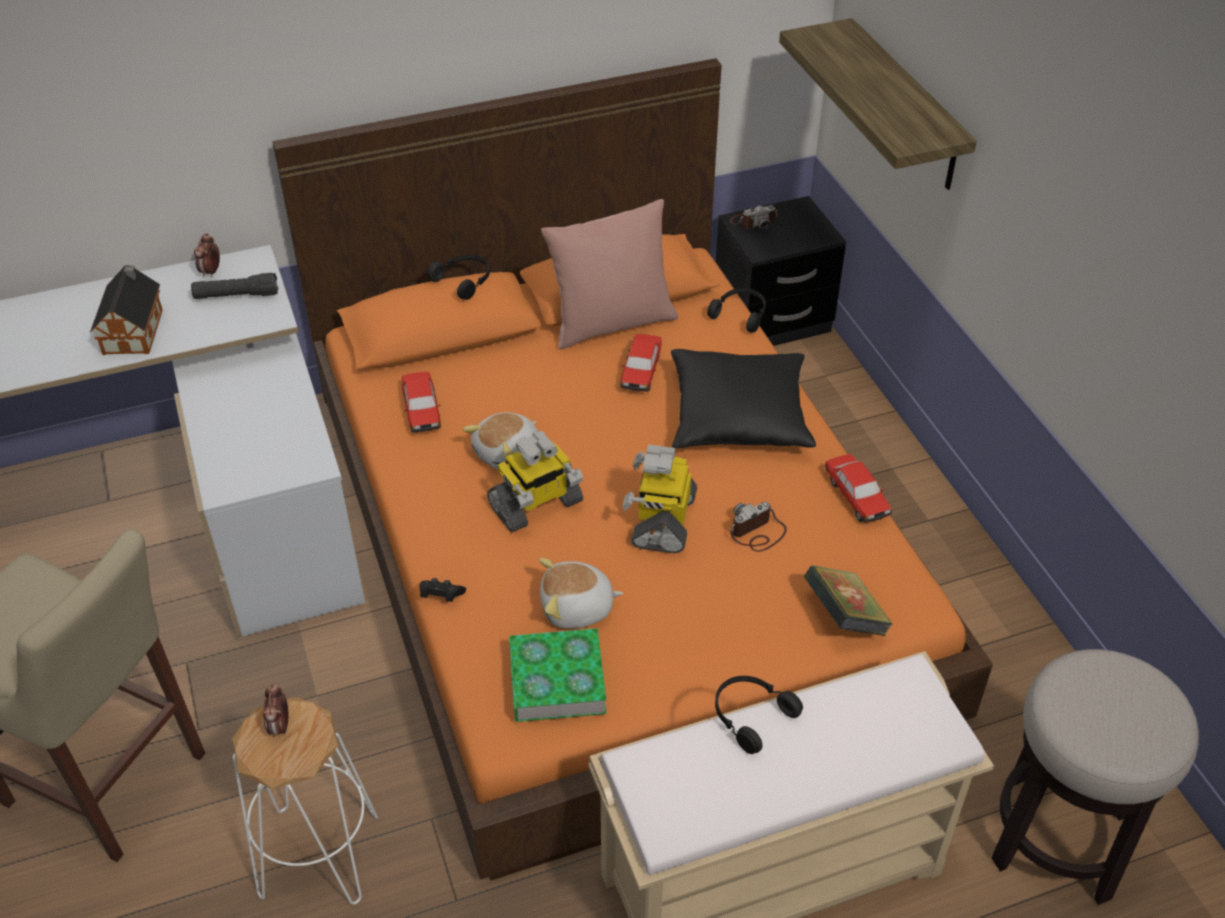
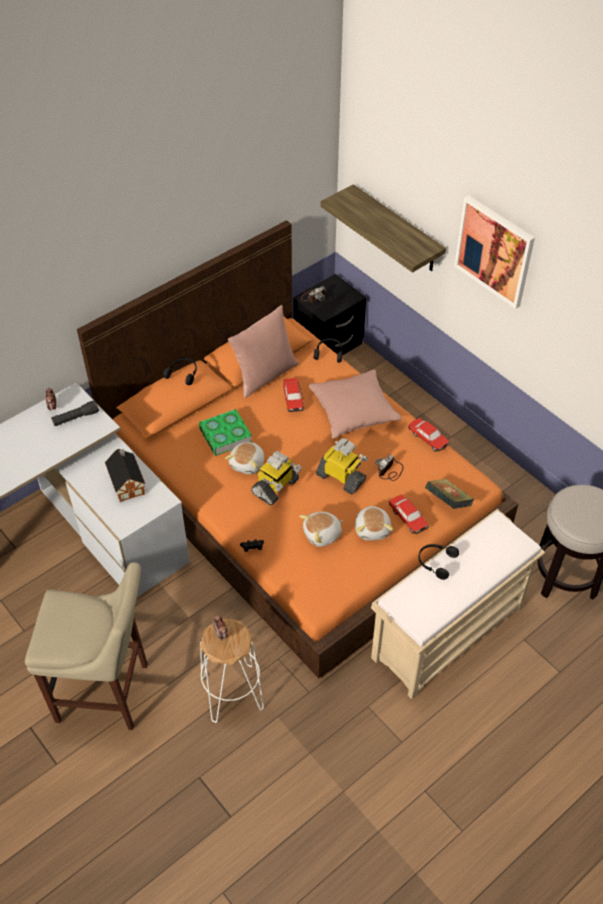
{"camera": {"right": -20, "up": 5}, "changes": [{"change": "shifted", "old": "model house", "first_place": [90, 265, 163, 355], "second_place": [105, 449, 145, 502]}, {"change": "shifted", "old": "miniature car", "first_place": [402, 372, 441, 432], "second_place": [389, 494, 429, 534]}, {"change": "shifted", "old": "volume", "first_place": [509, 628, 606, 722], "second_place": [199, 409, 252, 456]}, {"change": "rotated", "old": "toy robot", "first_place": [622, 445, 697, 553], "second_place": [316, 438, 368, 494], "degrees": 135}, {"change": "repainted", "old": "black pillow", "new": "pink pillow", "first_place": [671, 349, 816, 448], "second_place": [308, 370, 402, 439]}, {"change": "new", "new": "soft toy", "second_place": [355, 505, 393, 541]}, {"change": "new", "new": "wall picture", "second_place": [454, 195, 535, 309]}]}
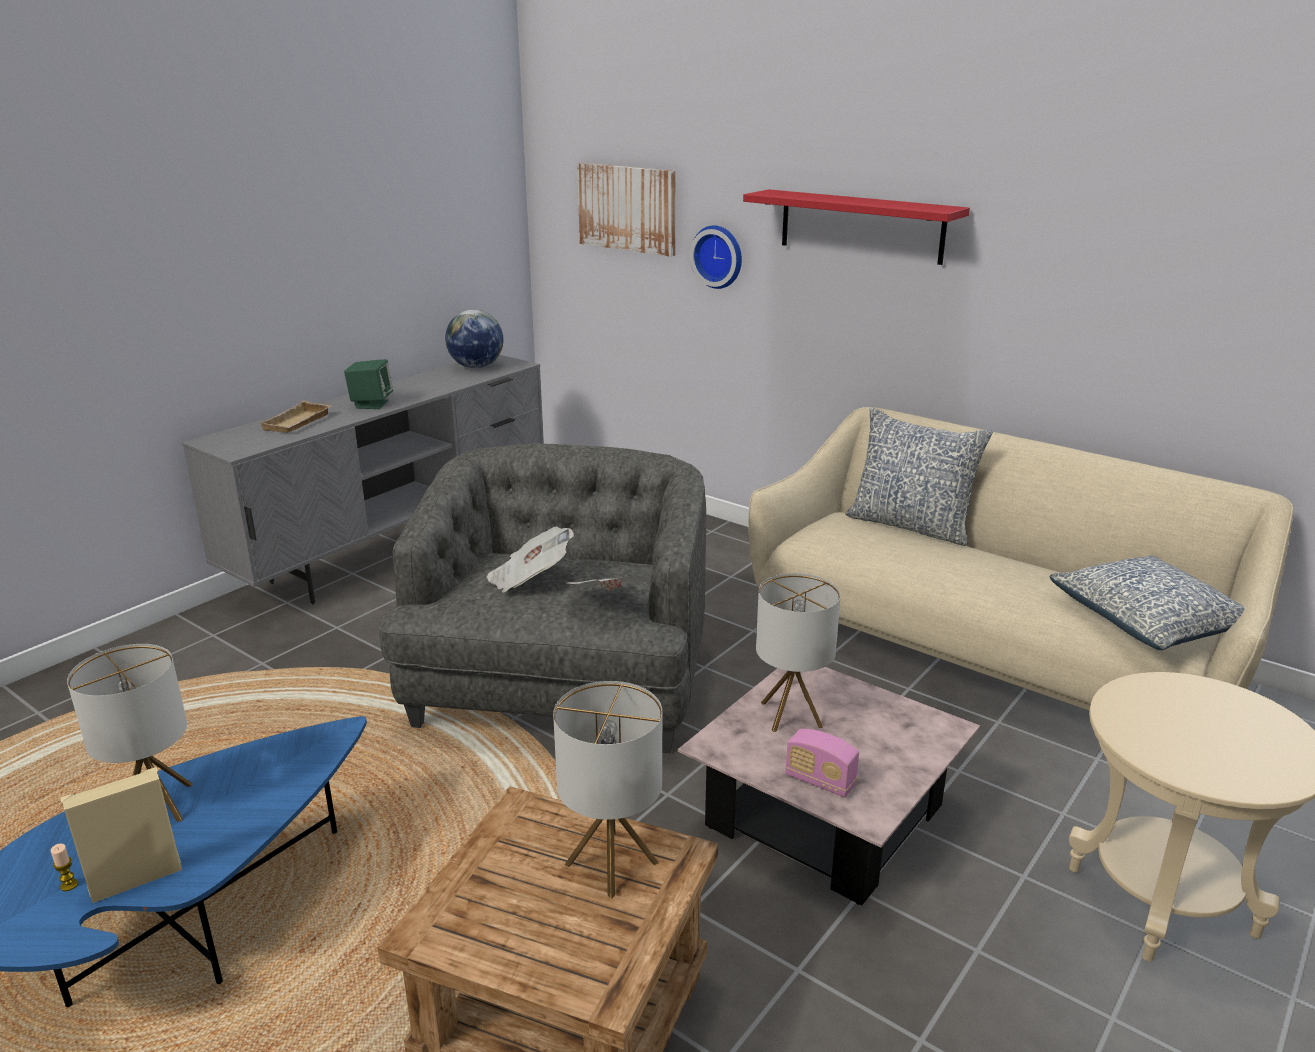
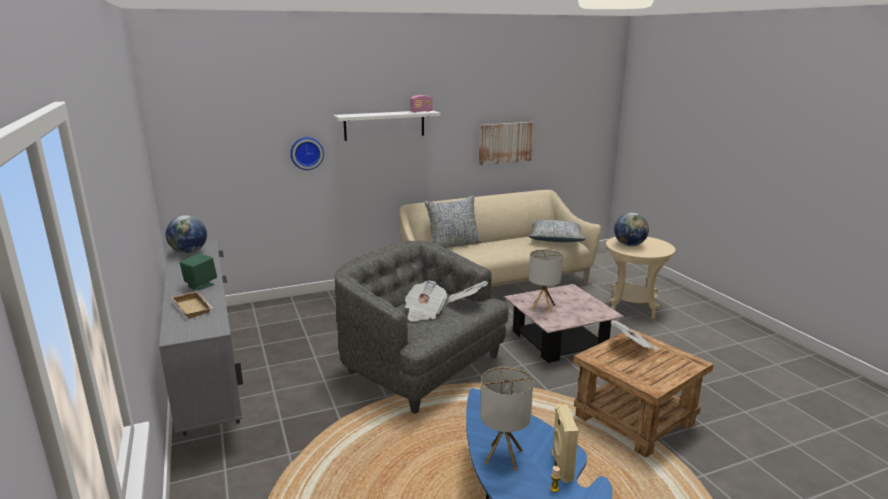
{"camera": {"right": -60, "up": -5}, "changes": [{"change": "swapped", "old": "table lamp", "new": "newspaper", "first_place": [553, 681, 662, 898], "second_place": [611, 320, 659, 350]}, {"change": "shifted", "old": "wall picture", "first_place": [577, 163, 676, 257], "second_place": [479, 122, 534, 165]}, {"change": "repainted", "old": "red-coloured shelf", "new": "whitish shelf", "first_place": [743, 190, 970, 265], "second_place": [333, 110, 440, 141]}, {"change": "shifted", "old": "radio receiver", "first_place": [785, 729, 859, 798], "second_place": [410, 95, 432, 112]}, {"change": "new", "new": "desk globe", "second_place": [614, 213, 649, 246]}]}
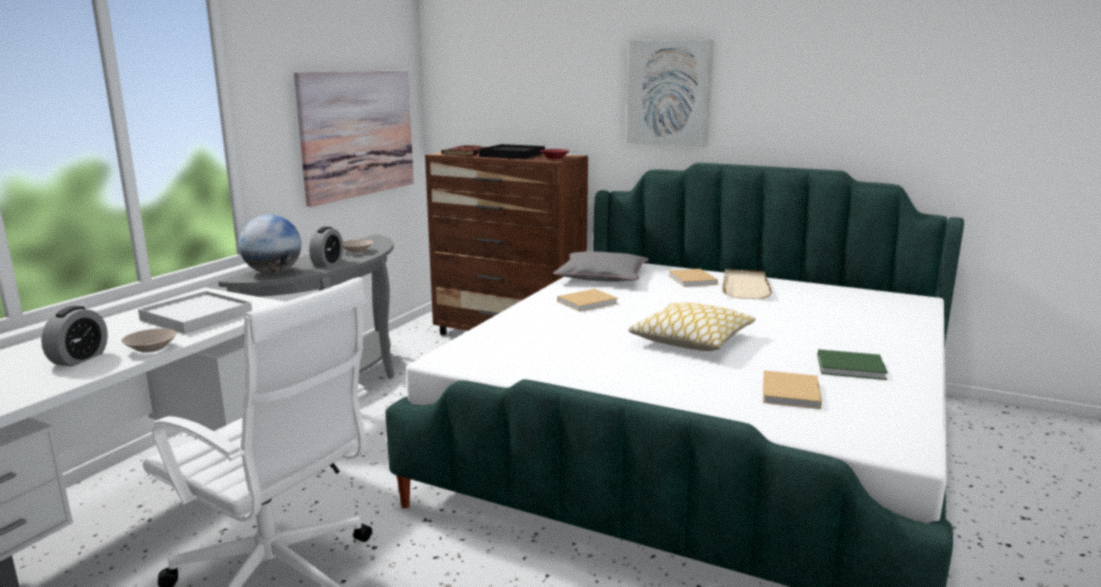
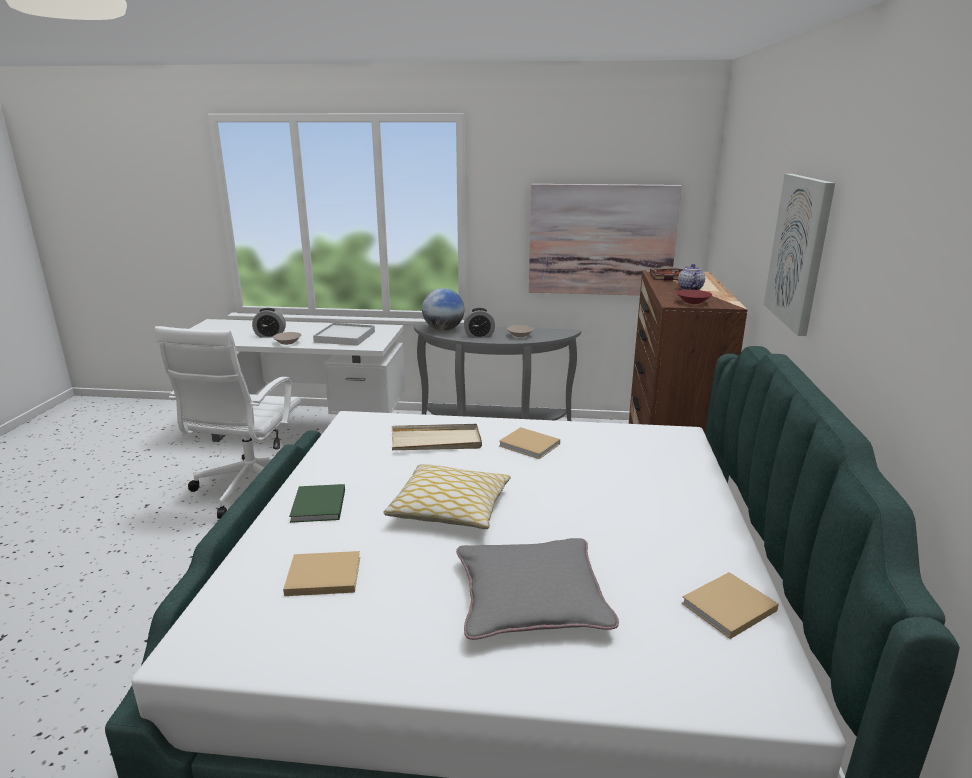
{"camera": {"right": 70, "up": 5}, "changes": [{"change": "swapped", "old": "black serving tray", "new": "tea pot", "first_place": [479, 144, 545, 159], "second_place": [678, 264, 705, 290]}, {"change": "shifted", "old": "gray pillow", "first_place": [553, 251, 649, 282], "second_place": [456, 538, 619, 640]}, {"change": "shifted", "old": "sand-coloured volume", "first_place": [668, 269, 718, 287], "second_place": [682, 572, 779, 639]}, {"change": "shifted", "old": "sand-coloured serving tray", "first_place": [722, 269, 772, 299], "second_place": [392, 424, 482, 450]}, {"change": "shifted", "old": "green volume", "first_place": [817, 349, 888, 380], "second_place": [289, 484, 345, 523]}]}
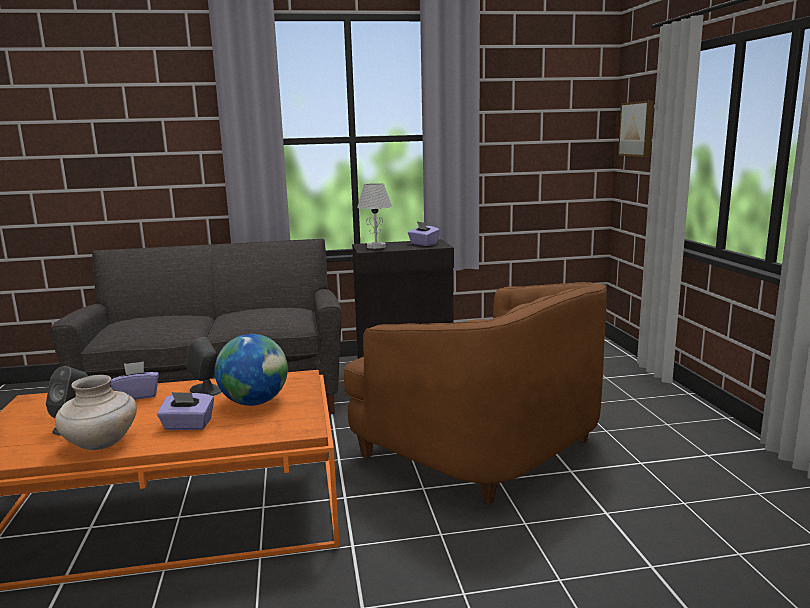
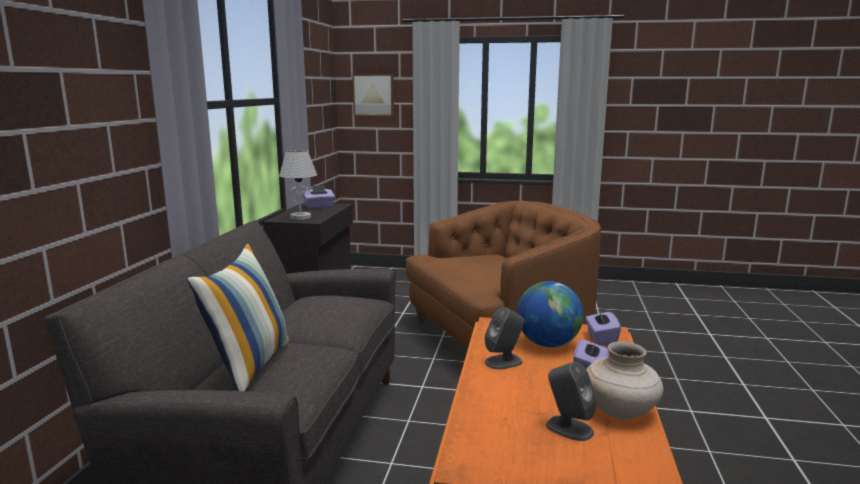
{"camera": {"right": -70, "up": 0}, "changes": [{"change": "shifted", "old": "purplish tissue box", "first_place": [110, 361, 159, 400], "second_place": [586, 310, 621, 345]}, {"change": "new", "new": "pillow", "second_place": [187, 243, 290, 391]}]}
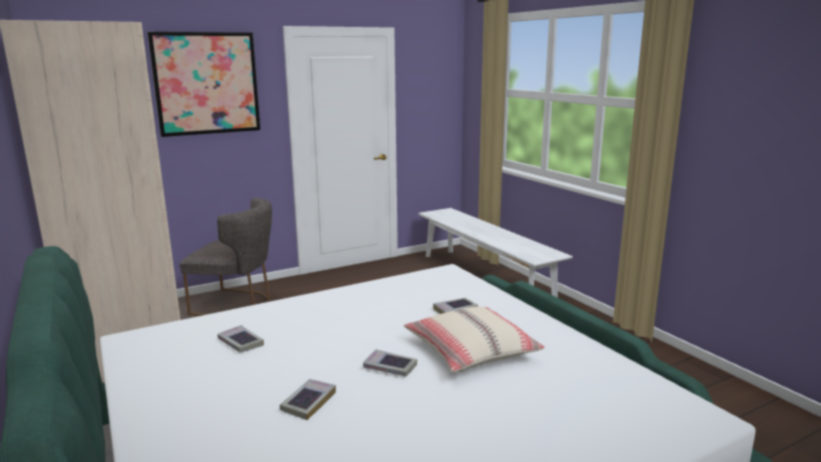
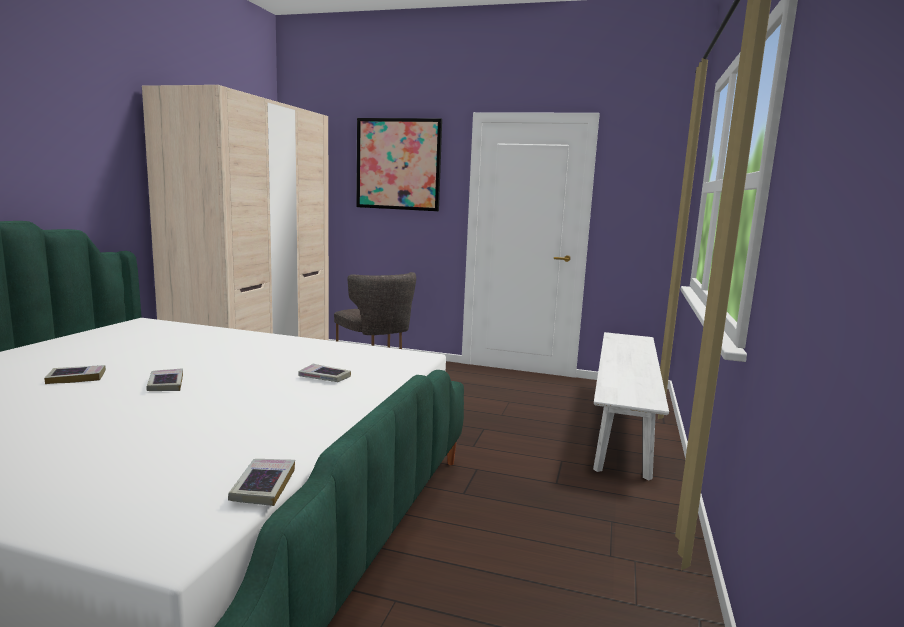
{"camera": {"right": 45, "up": -5}, "changes": [{"change": "shifted", "old": "volume", "first_place": [218, 325, 264, 352], "second_place": [228, 459, 295, 506]}, {"change": "gone", "old": "sand-coloured pillow", "first_place": [404, 307, 545, 372]}]}
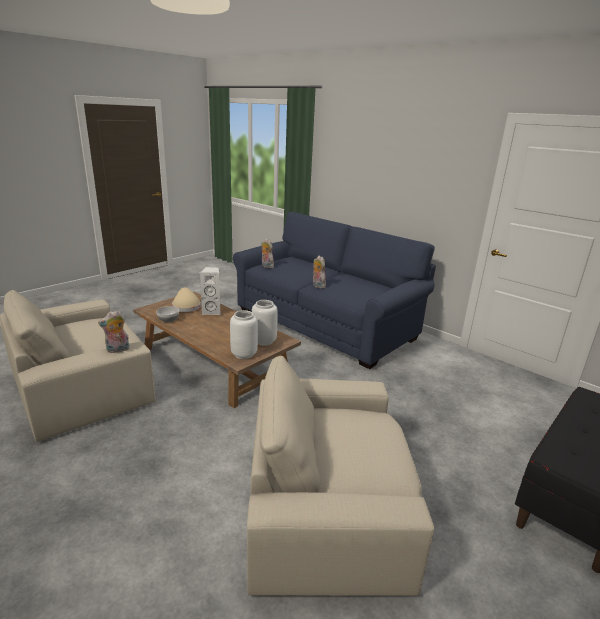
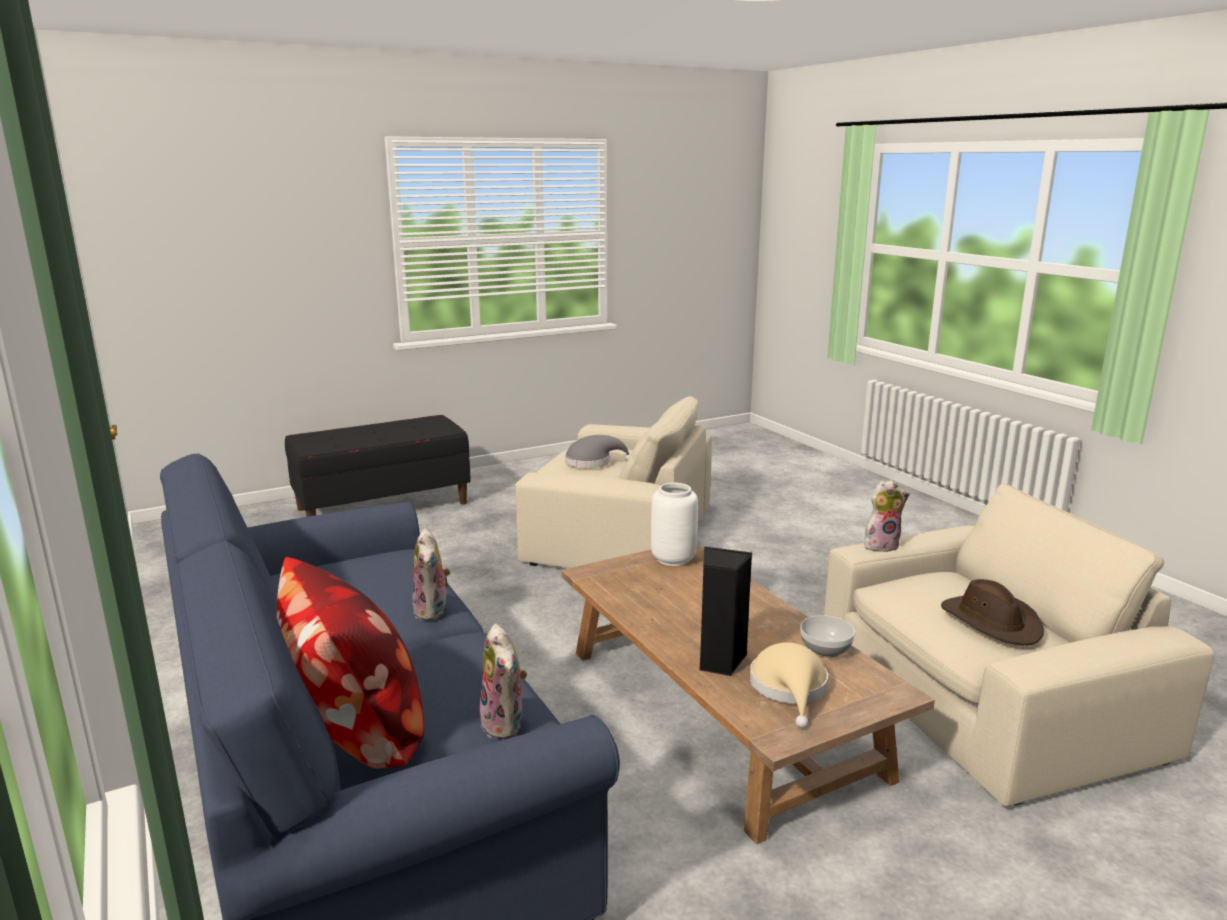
{"camera": {"right": -160, "up": -5}, "changes": [{"change": "repainted", "old": "whitish audio speaker", "new": "black audio speaker", "first_place": [200, 267, 221, 315], "second_place": [700, 546, 753, 676]}, {"change": "gone", "old": "whitish decorative vase", "first_place": [252, 300, 278, 346]}, {"change": "new", "new": "pillow", "second_place": [276, 557, 424, 769]}, {"change": "new", "new": "gray wearable hat", "second_place": [565, 435, 630, 468]}, {"change": "new", "new": "brownish wearable hat", "second_place": [941, 579, 1044, 645]}]}
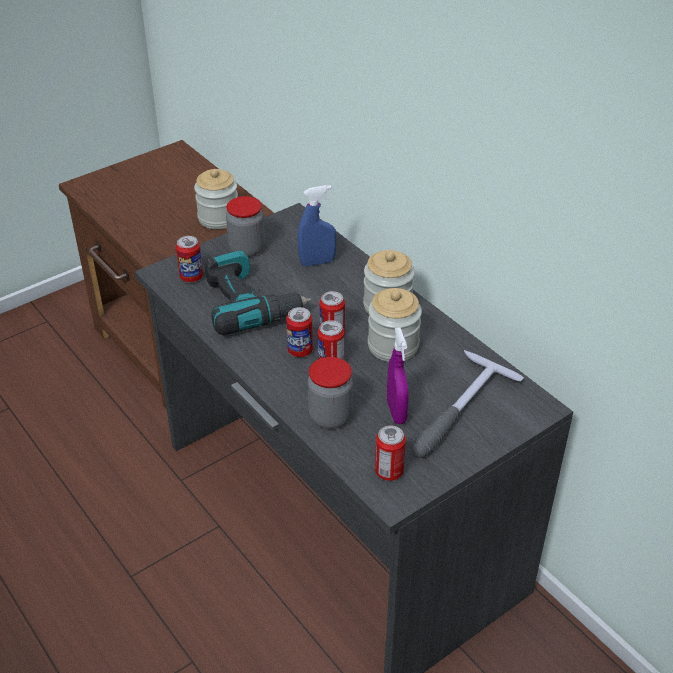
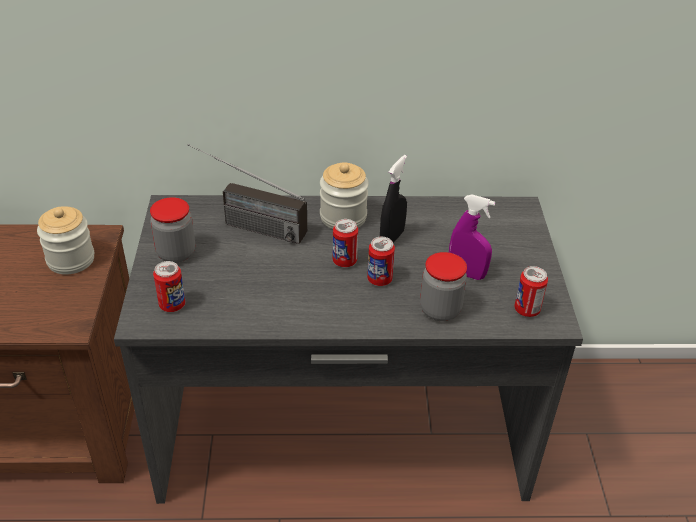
{"camera": {"right": -55, "up": 0}, "changes": [{"change": "gone", "old": "power drill", "first_place": [205, 251, 311, 335]}, {"change": "gone", "old": "can", "first_place": [286, 307, 313, 357]}, {"change": "swapped", "old": "bluish spray bottle", "new": "radio receiver", "first_place": [297, 185, 337, 266], "second_place": [187, 144, 307, 244]}, {"change": "swapped", "old": "jar", "new": "black spray bottle", "first_place": [368, 288, 422, 362], "second_place": [380, 155, 407, 243]}, {"change": "gone", "old": "tool hammer", "first_place": [412, 350, 524, 458]}]}
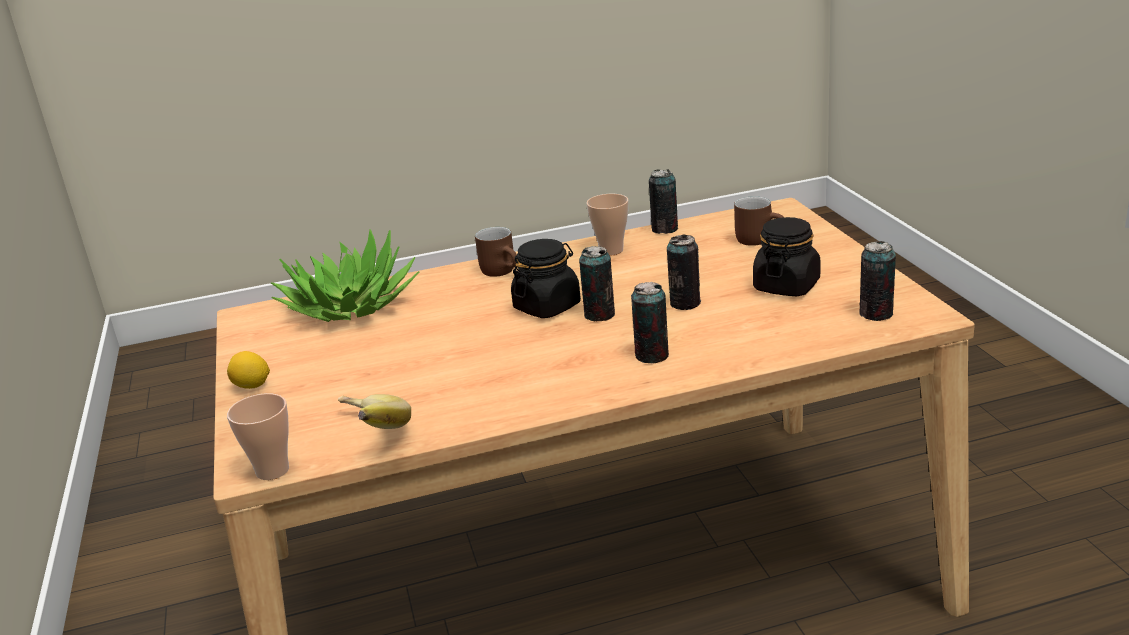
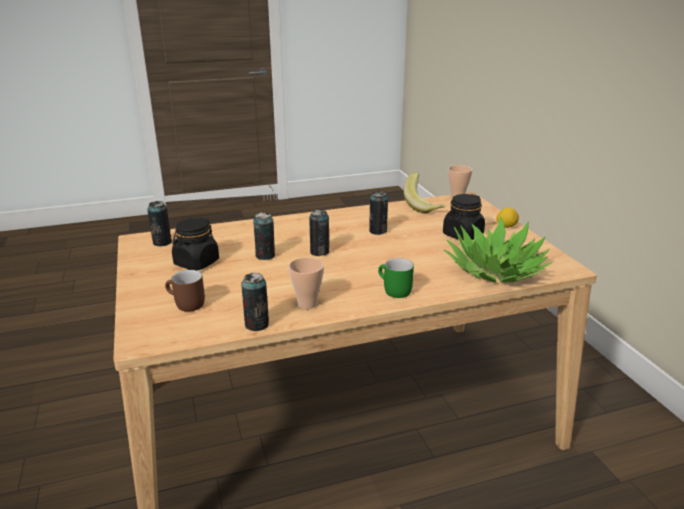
{"camera": {"right": 175, "up": 0}, "changes": [{"change": "repainted", "old": "brownish tea mug", "new": "green tea mug", "first_place": [475, 227, 517, 277], "second_place": [378, 258, 414, 298]}, {"change": "shifted", "old": "black jar", "first_place": [511, 239, 581, 318], "second_place": [443, 194, 485, 241]}, {"change": "shifted", "old": "can", "first_place": [631, 282, 669, 363], "second_place": [369, 191, 388, 235]}]}
